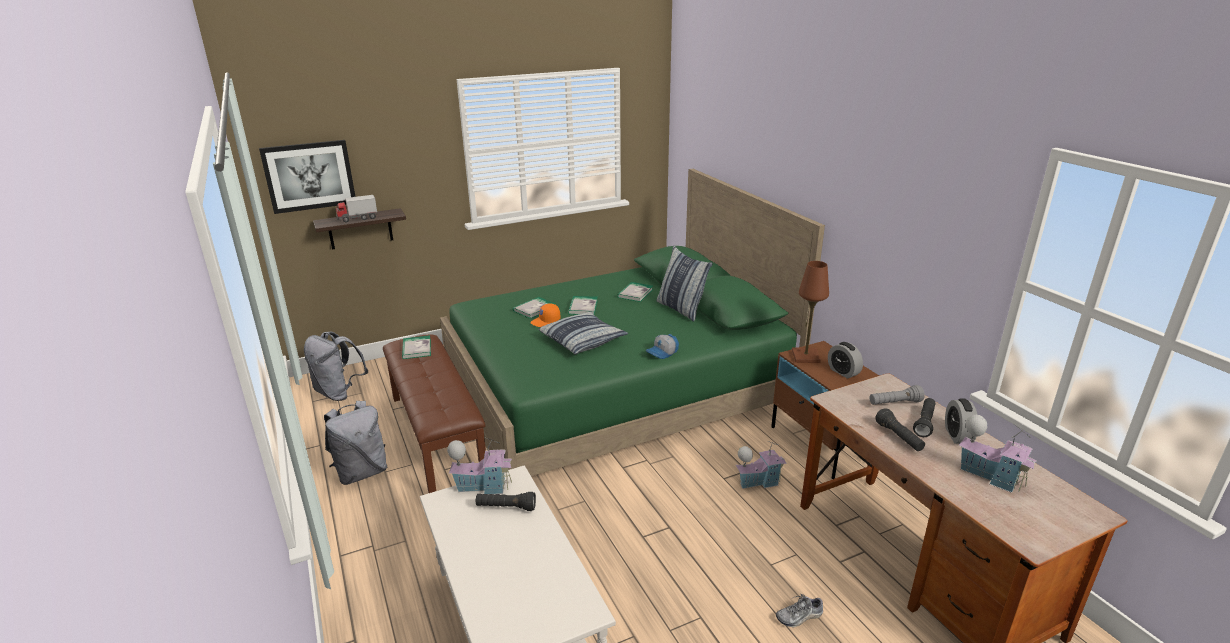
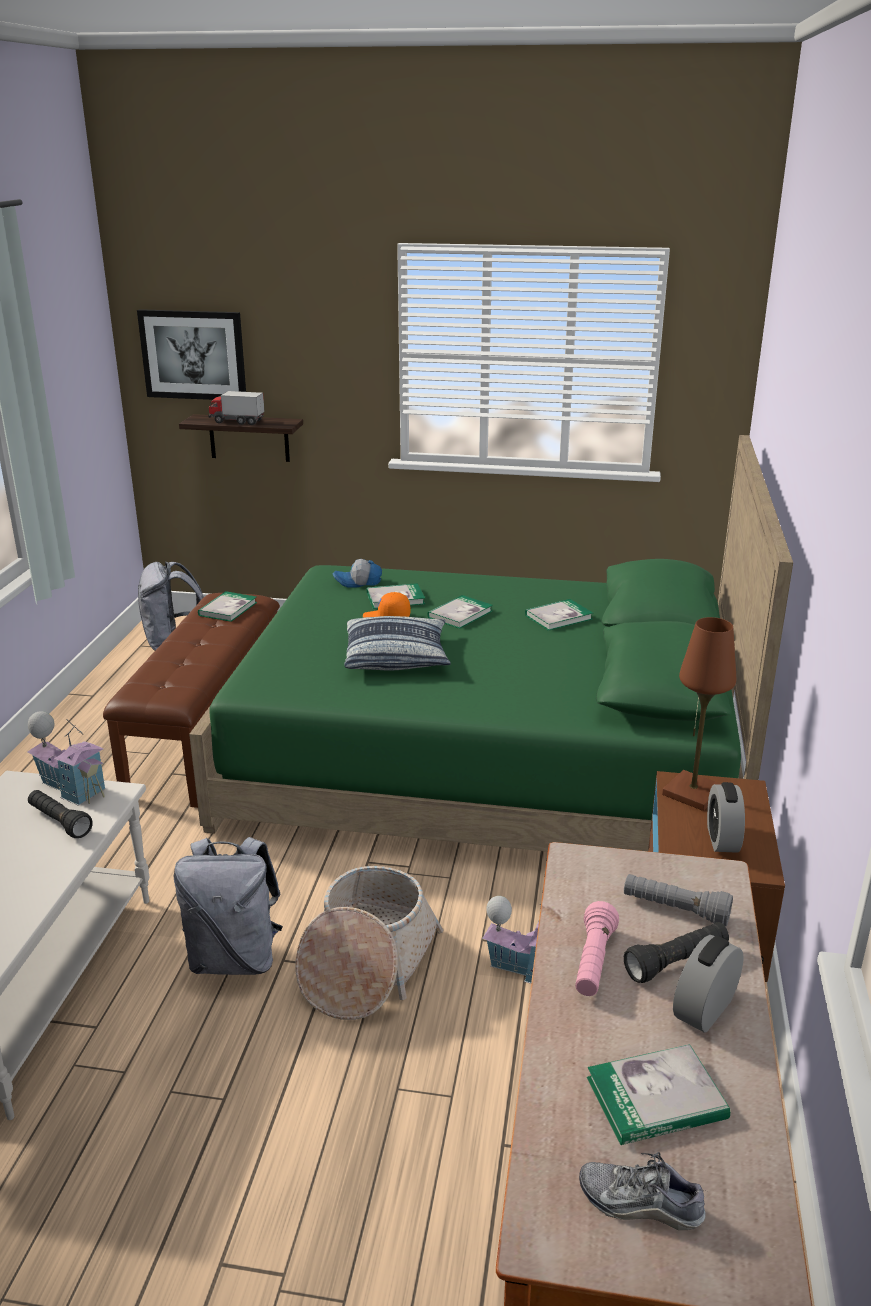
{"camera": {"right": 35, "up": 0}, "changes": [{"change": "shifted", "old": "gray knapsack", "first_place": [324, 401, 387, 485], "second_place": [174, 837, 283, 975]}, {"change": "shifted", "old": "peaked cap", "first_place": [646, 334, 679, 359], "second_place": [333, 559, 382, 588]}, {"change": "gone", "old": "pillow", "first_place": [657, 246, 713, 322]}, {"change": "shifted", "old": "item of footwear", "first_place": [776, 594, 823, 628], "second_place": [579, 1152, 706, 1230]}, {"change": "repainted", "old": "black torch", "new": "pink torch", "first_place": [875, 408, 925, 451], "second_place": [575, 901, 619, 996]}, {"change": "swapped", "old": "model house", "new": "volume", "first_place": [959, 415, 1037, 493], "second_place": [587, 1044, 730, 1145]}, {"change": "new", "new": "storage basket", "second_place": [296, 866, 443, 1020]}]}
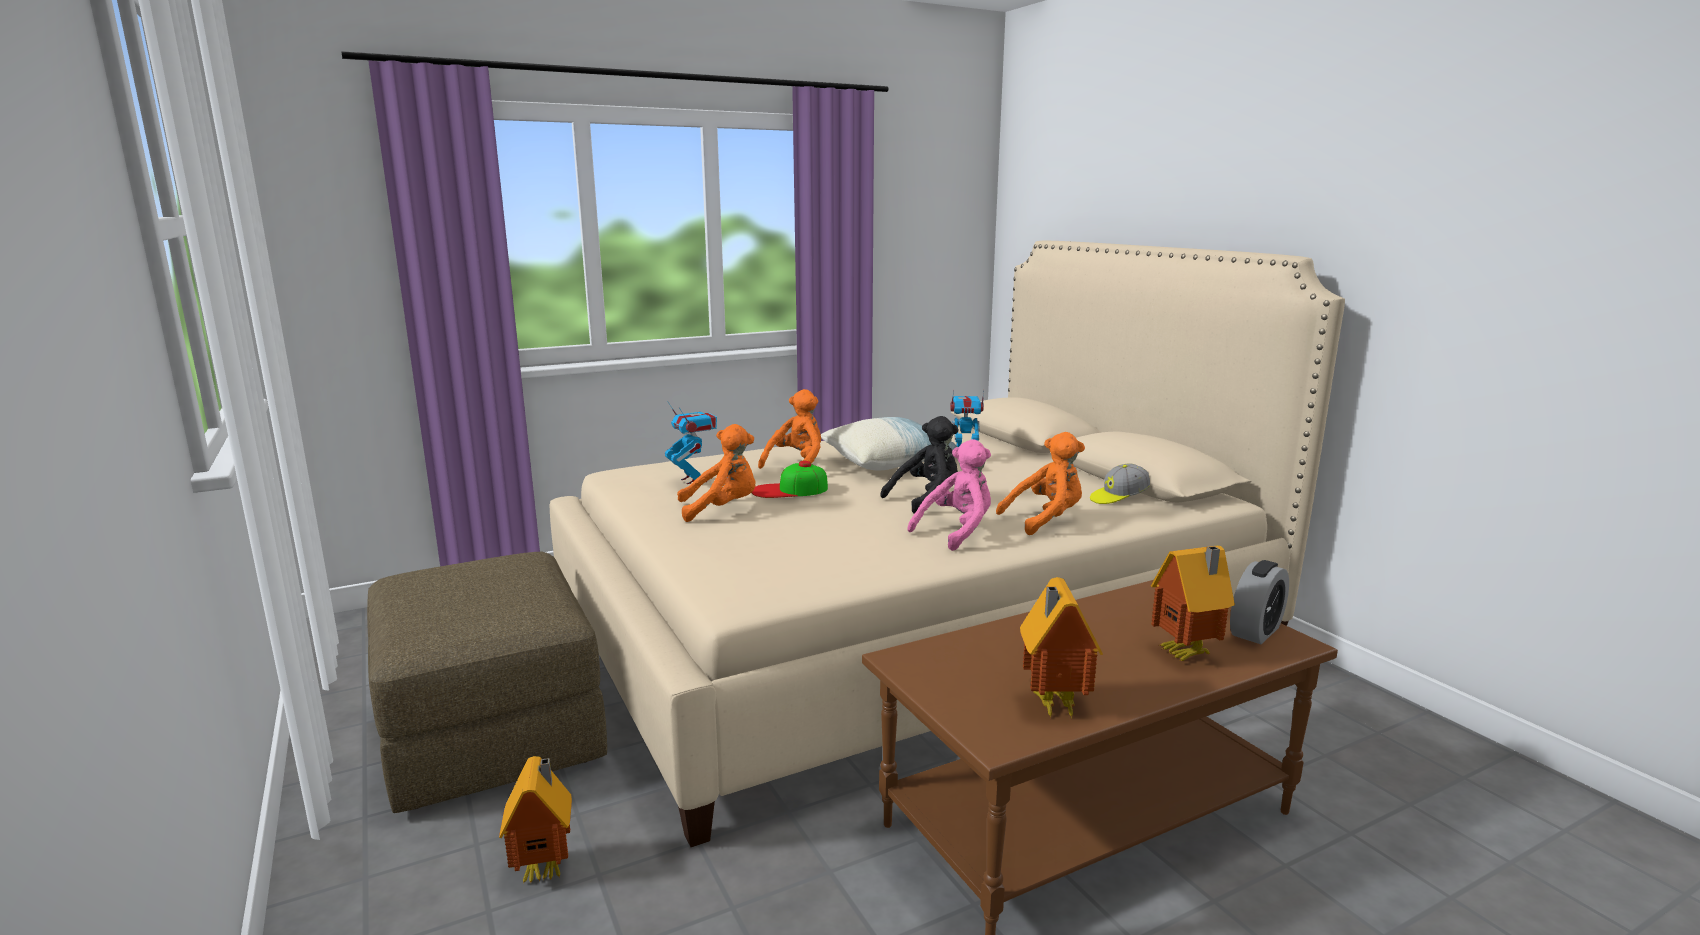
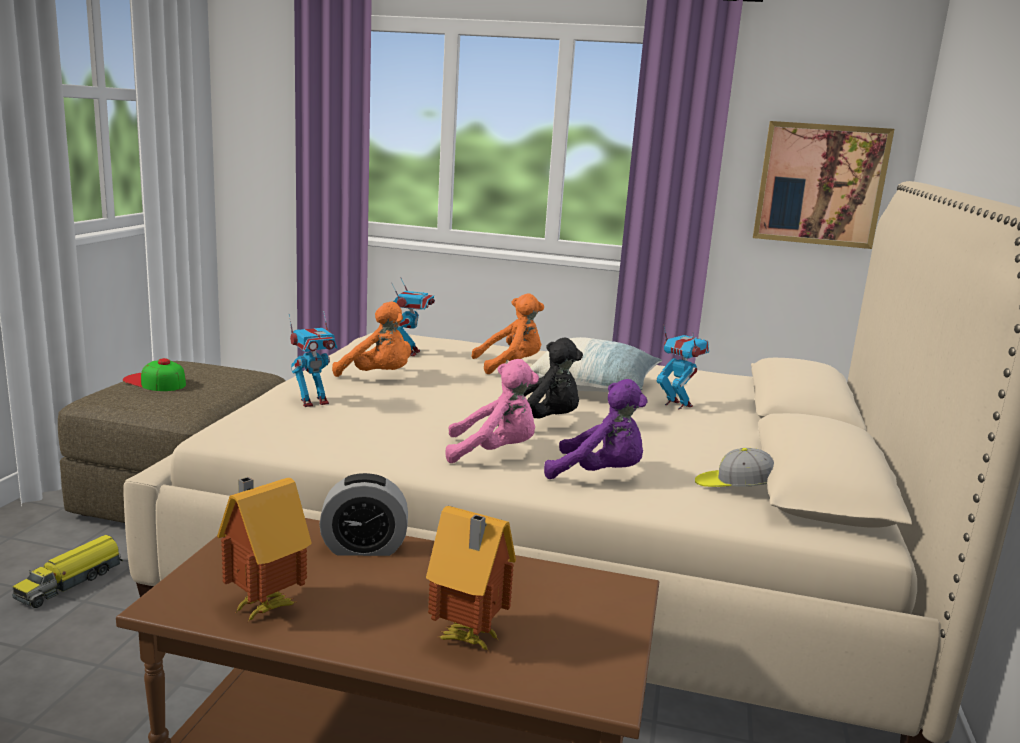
{"camera": {"right": 40, "up": 0}, "changes": [{"change": "swapped", "old": "model house", "new": "toy truck", "first_place": [499, 756, 572, 884], "second_place": [12, 535, 123, 608]}, {"change": "shifted", "old": "peaked cap", "first_place": [751, 461, 828, 498], "second_place": [123, 358, 186, 391]}, {"change": "repainted", "old": "orange soft toy", "new": "purplish soft toy", "first_place": [996, 432, 1085, 535], "second_place": [544, 379, 648, 479]}, {"change": "shifted", "old": "table clock", "first_place": [1230, 560, 1289, 644], "second_place": [319, 473, 408, 556]}, {"change": "new", "new": "toy robot", "second_place": [289, 311, 338, 407]}, {"change": "new", "new": "wall picture", "second_place": [753, 121, 894, 249]}]}
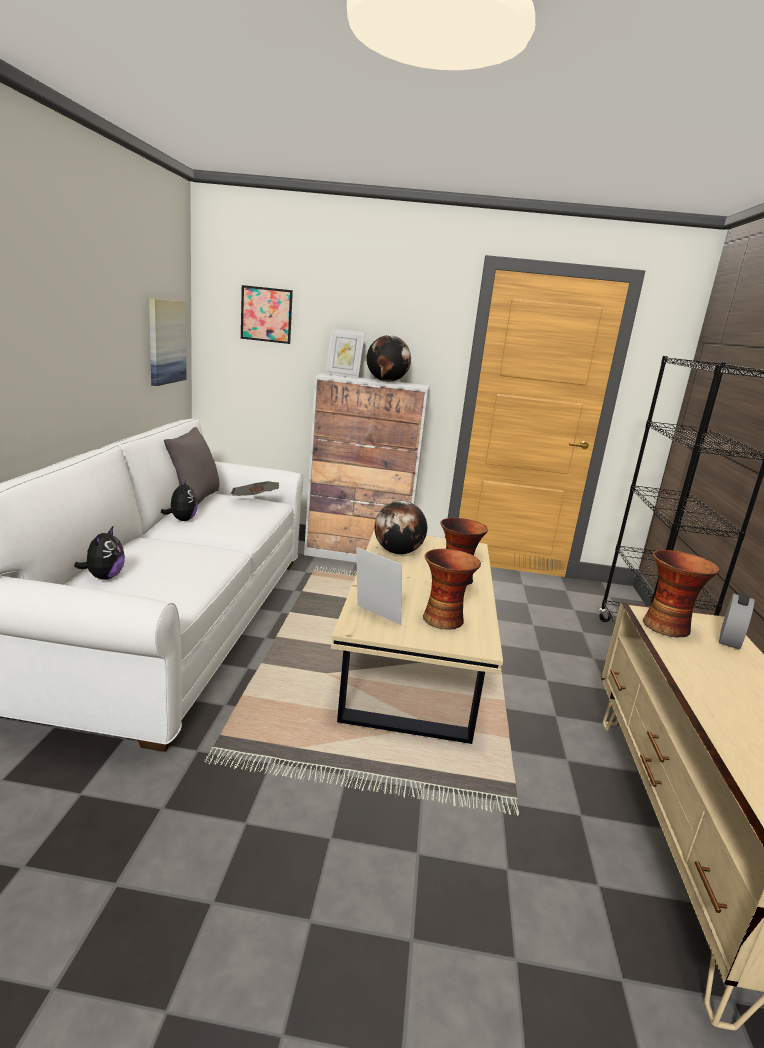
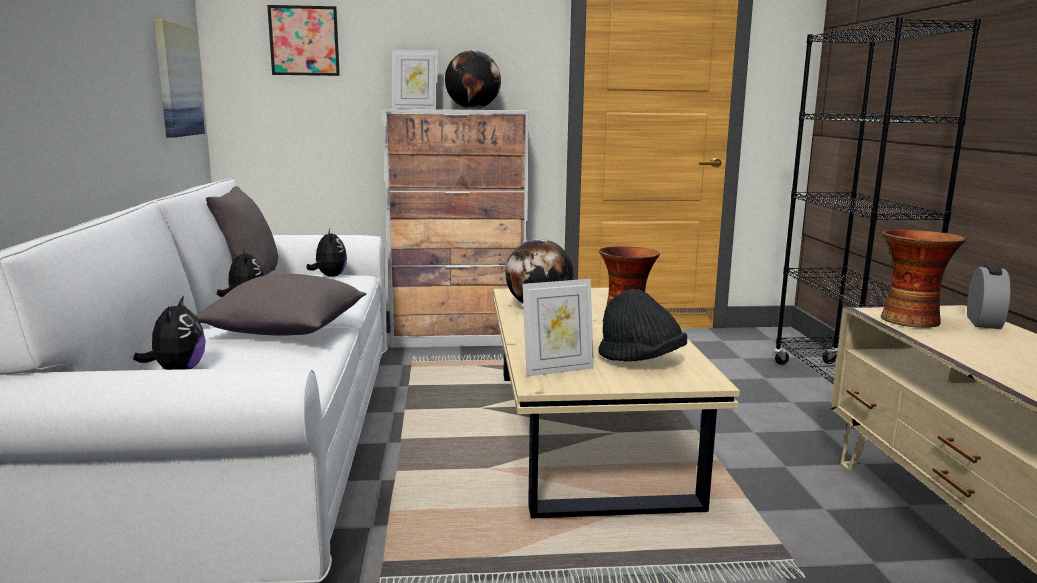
{"camera": {"right": -10, "up": -5}, "changes": [{"change": "swapped", "old": "newspaper", "new": "soft toy", "first_place": [231, 481, 279, 496], "second_place": [306, 229, 347, 277]}, {"change": "rotated", "old": "standing frame", "first_place": [356, 547, 402, 625], "second_place": [522, 279, 594, 377], "degrees": 135}, {"change": "swapped", "old": "decorative vase", "new": "black wearable hat", "first_place": [423, 549, 481, 630], "second_place": [598, 289, 687, 362]}, {"change": "new", "new": "gray pillow", "second_place": [196, 274, 366, 336]}]}
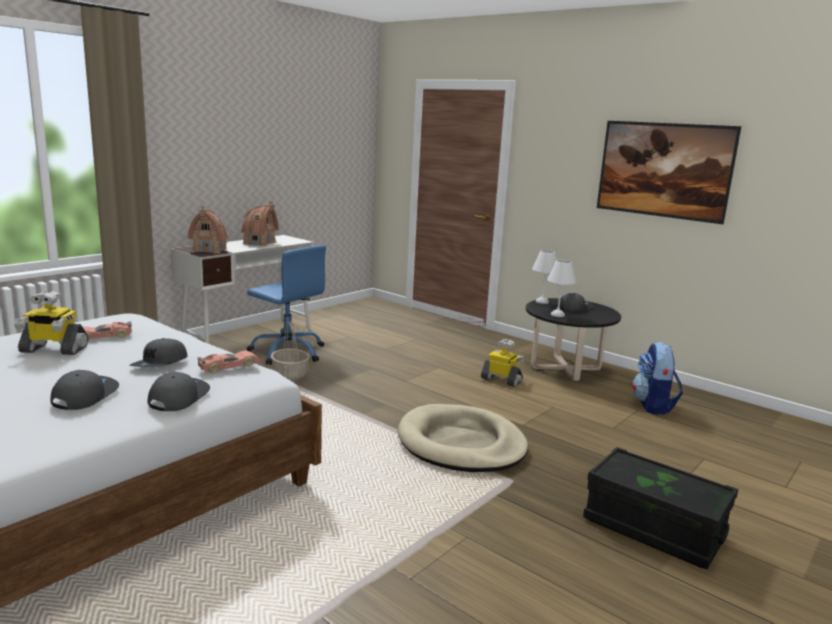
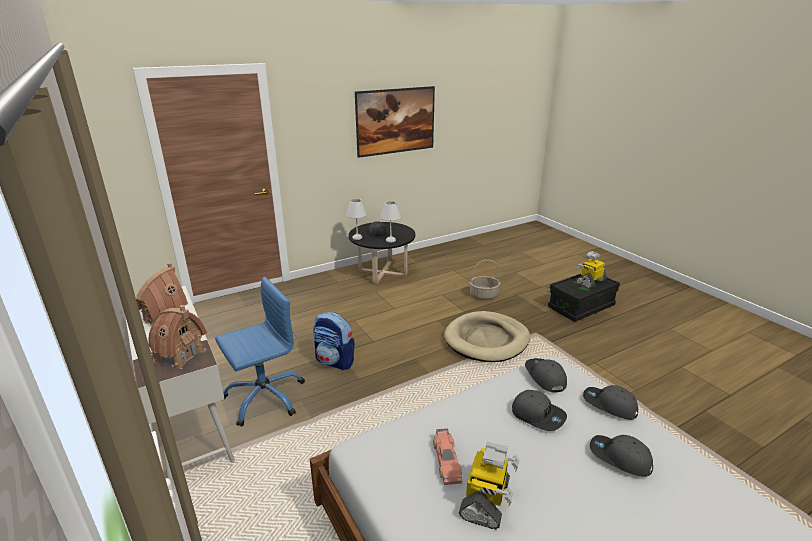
{"camera": {"right": -70, "up": 10}, "changes": [{"change": "swapped", "old": "miniature car", "new": "gray peaked cap", "first_place": [197, 350, 261, 374], "second_place": [525, 358, 567, 393]}, {"change": "shifted", "old": "storage basket", "first_place": [271, 321, 310, 381], "second_place": [469, 259, 501, 300]}, {"change": "shifted", "old": "toy robot", "first_place": [481, 339, 524, 387], "second_place": [576, 251, 607, 288]}, {"change": "shifted", "old": "knapsack", "first_place": [632, 342, 683, 414], "second_place": [313, 312, 355, 370]}]}
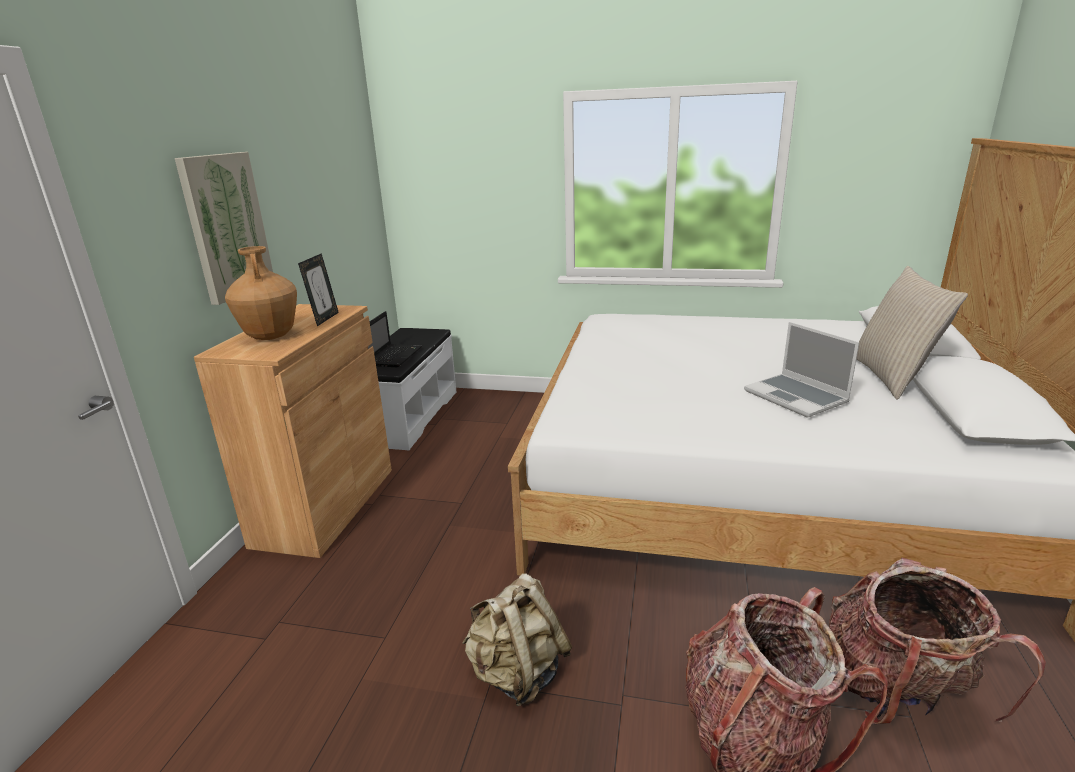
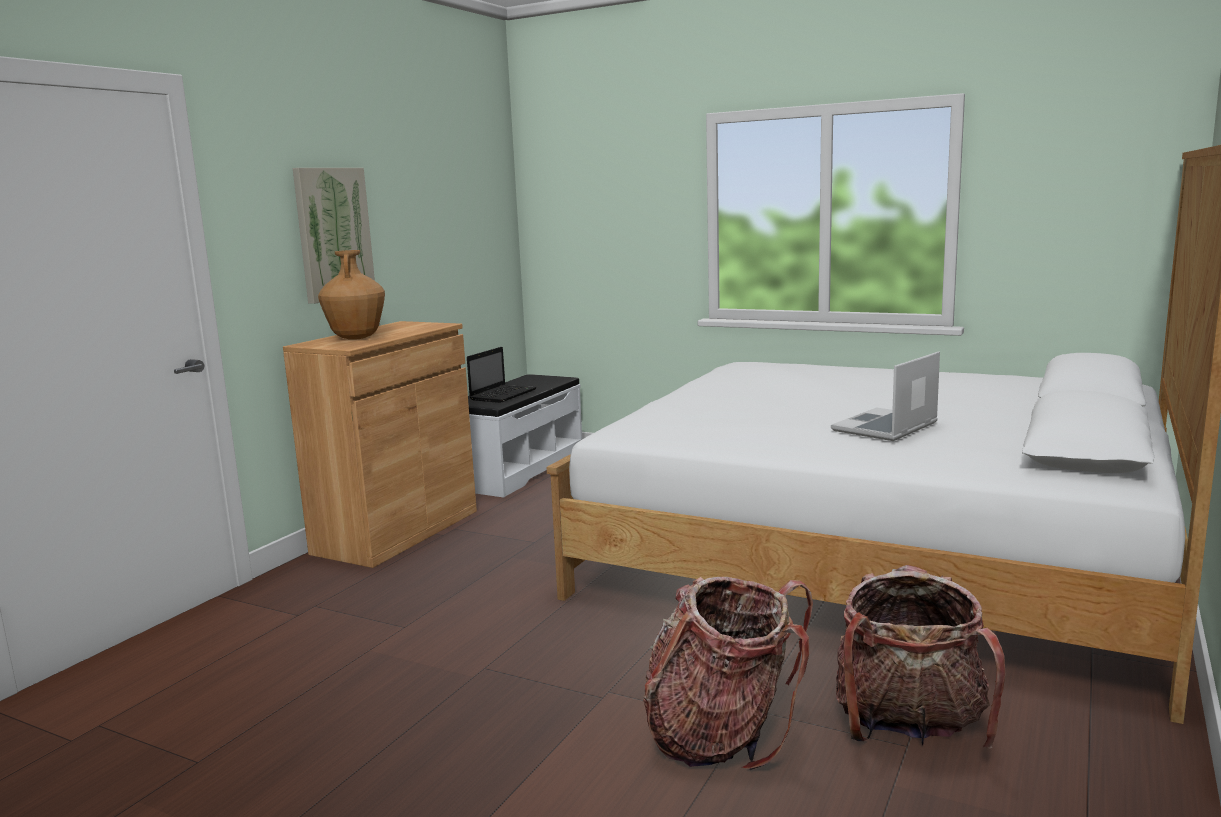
{"camera": {"right": 15, "up": -10}, "changes": [{"change": "gone", "old": "standing frame", "first_place": [298, 253, 339, 326]}, {"change": "gone", "old": "sand-coloured knapsack", "first_place": [462, 573, 572, 706]}, {"change": "rotated", "old": "portable computer", "first_place": [744, 322, 859, 418], "second_place": [831, 351, 940, 441], "degrees": 60}, {"change": "gone", "old": "sand-coloured pillow", "first_place": [856, 266, 968, 400]}]}
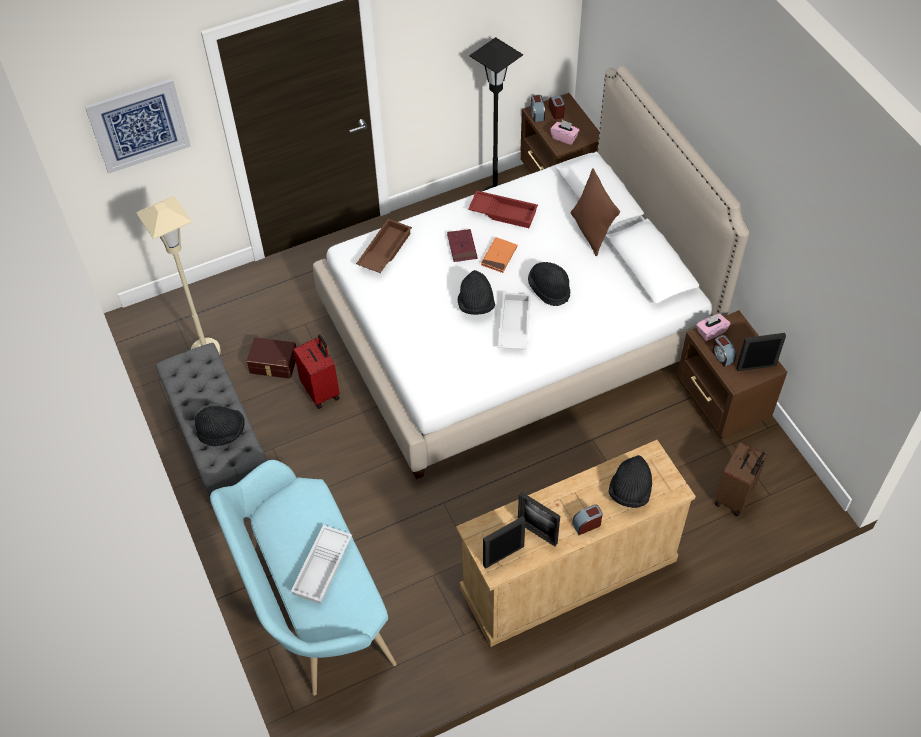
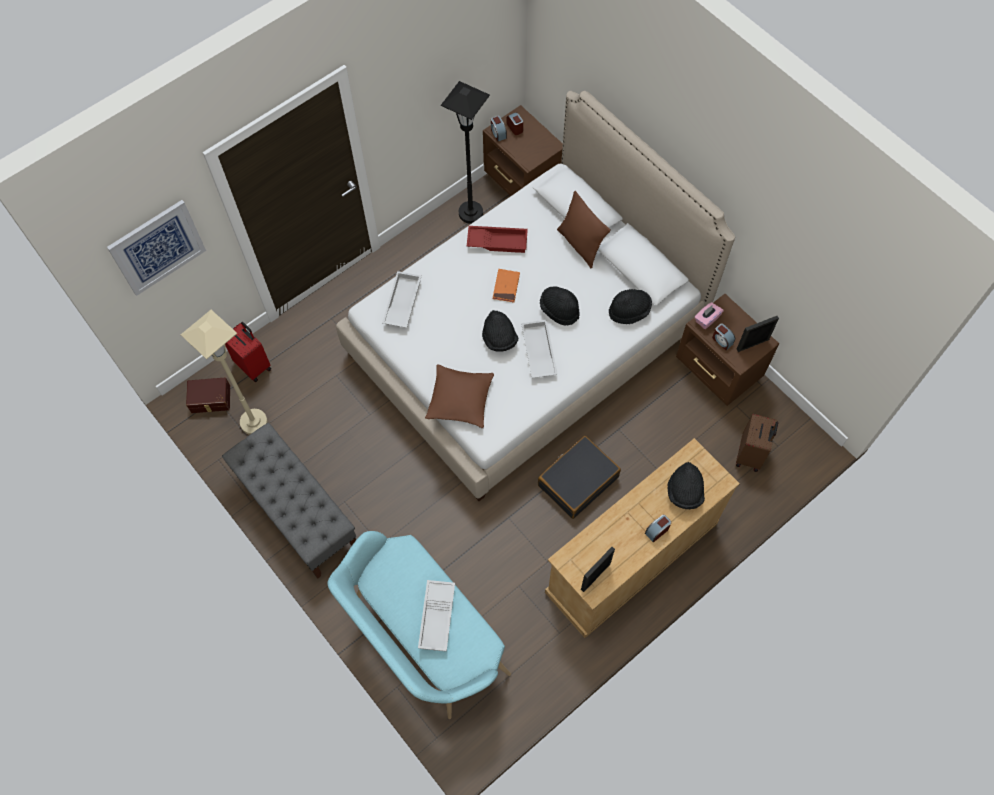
{"camera": {"right": -15, "up": 10}, "changes": [{"change": "shifted", "old": "black wearable hat", "first_place": [195, 406, 245, 446], "second_place": [609, 289, 652, 324]}, {"change": "shifted", "old": "brownish storage bin", "first_place": [246, 337, 296, 379], "second_place": [186, 377, 230, 413]}, {"change": "shifted", "old": "red-coloured piece of luggage", "first_place": [293, 334, 340, 409], "second_place": [225, 322, 271, 382]}, {"change": "repainted", "old": "brownish serving tray", "new": "whitish serving tray", "first_place": [356, 219, 412, 273], "second_place": [382, 271, 421, 328]}, {"change": "gone", "old": "red-coloured volume", "first_place": [447, 229, 478, 262]}, {"change": "gone", "old": "standing frame", "first_place": [518, 492, 560, 546]}, {"change": "gone", "old": "pink tissue box", "first_place": [550, 120, 580, 145]}, {"change": "new", "new": "brownish pillow", "second_place": [425, 365, 494, 428]}, {"change": "new", "new": "black piece of luggage", "second_place": [538, 436, 621, 519]}]}
